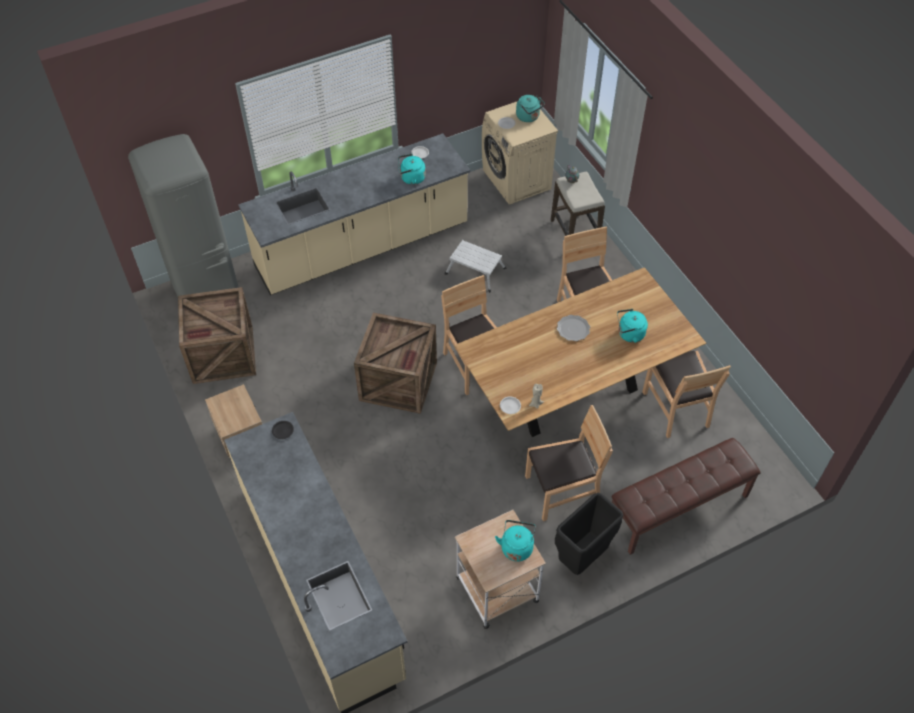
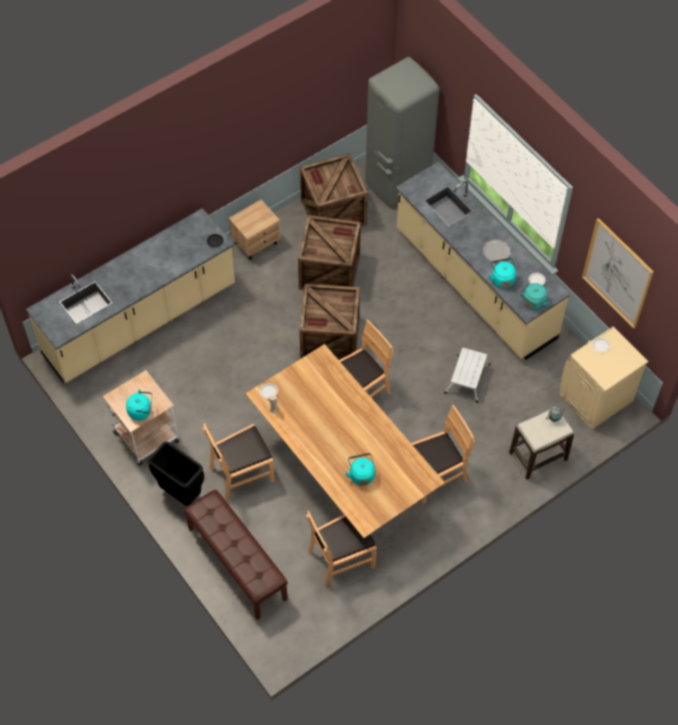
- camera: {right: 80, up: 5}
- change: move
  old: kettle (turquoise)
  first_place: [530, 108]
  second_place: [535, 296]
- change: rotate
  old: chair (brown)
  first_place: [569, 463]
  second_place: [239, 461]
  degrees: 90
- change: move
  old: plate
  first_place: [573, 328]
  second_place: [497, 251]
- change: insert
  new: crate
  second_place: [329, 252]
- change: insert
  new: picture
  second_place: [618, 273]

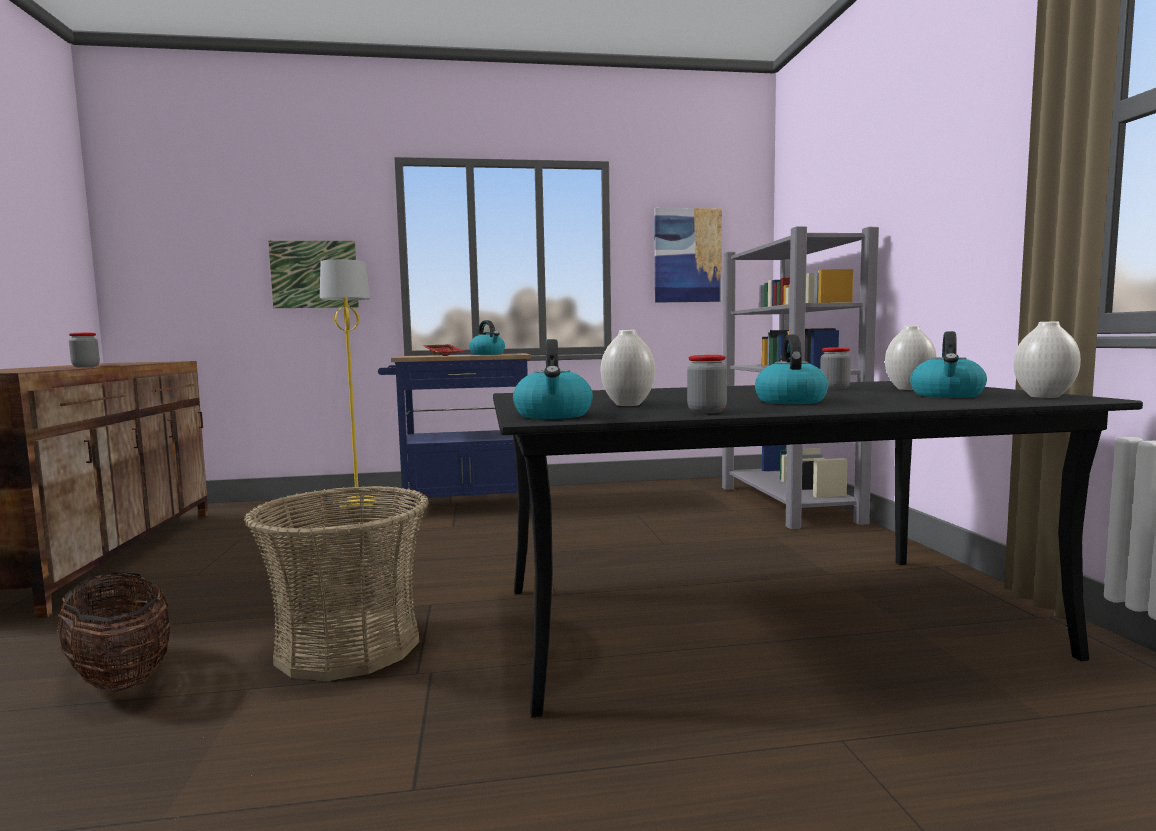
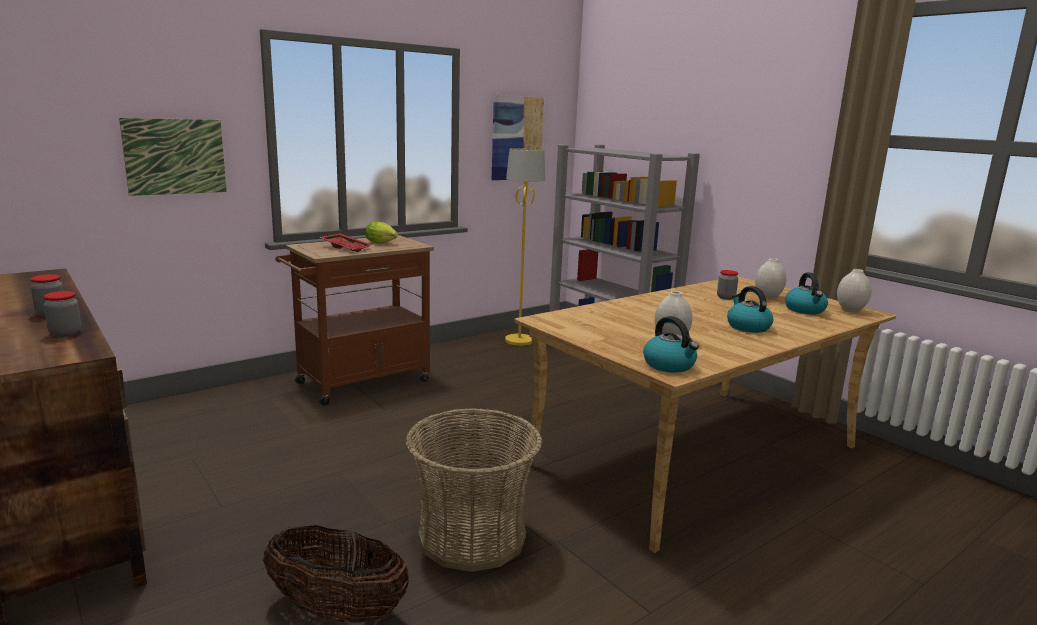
- camera: {right: -30, up: 10}
- change: move
  old: floor lamp (yellow)
  first_place: [348, 383]
  second_place: [525, 247]
- change: recolor
  old: cart (blue)
  new: cart (brown)
  first_place: [454, 433]
  second_place: [354, 320]
- change: replace
  old: kettle
  new: lettuce
  first_place: [487, 337]
  second_place: [381, 232]
- change: recolor
  old: dining table (black)
  new: dining table (beige)
  first_place: [818, 549]
  second_place: [705, 414]
- change: move
  old: jar
  first_place: [707, 384]
  second_place: [62, 314]

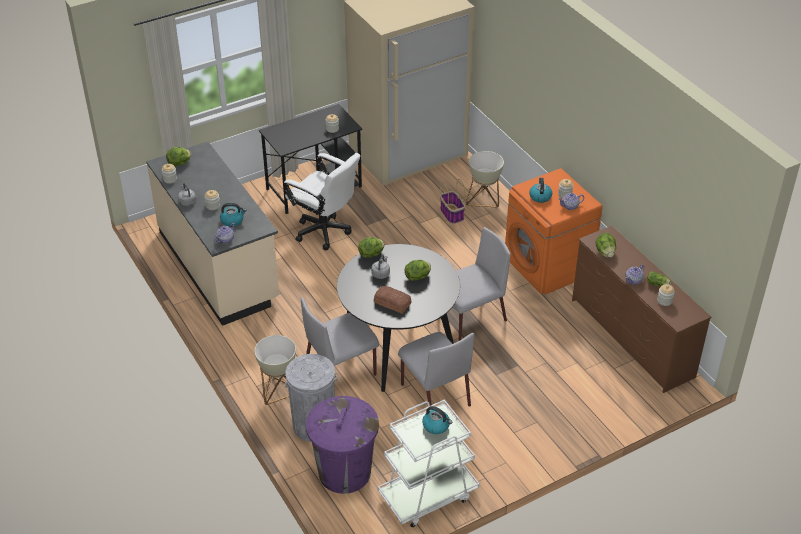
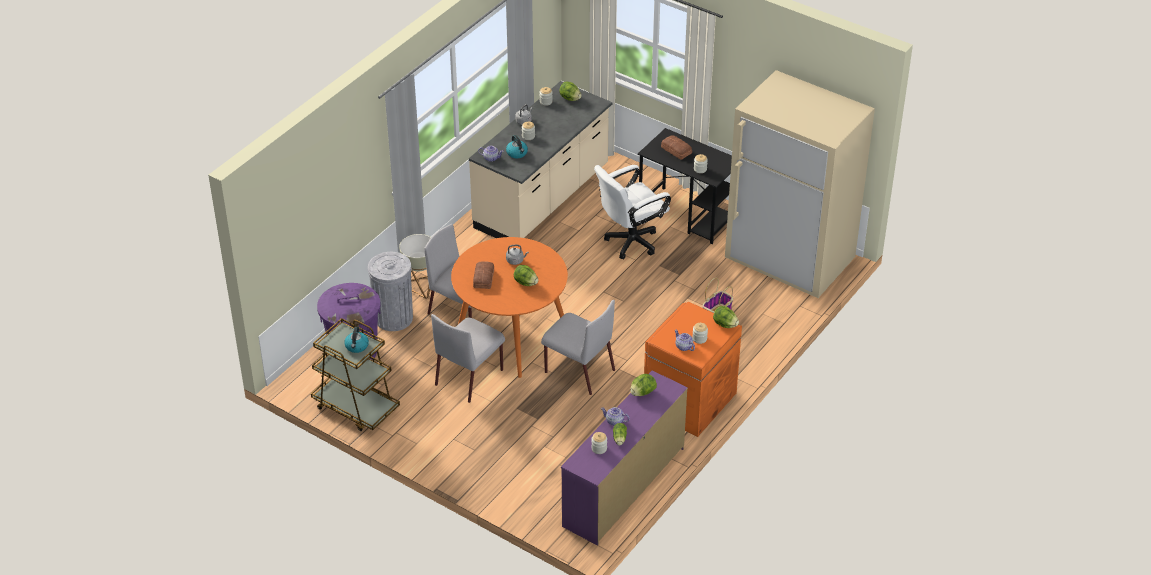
- camera: {right: 65, up: 0}
- change: rotate
  old: office chair (white)
  first_place: [321, 201]
  second_place: [632, 212]
  degrees: 45
- change: recolor
  old: dining table (black)
  new: dining table (orange)
  first_place: [398, 318]
  second_place: [509, 307]
- change: move
  old: lettuce
  first_place: [371, 247]
  second_place: [726, 317]
- change: recolor
  old: cart (white)
  new: cart (brown)
  first_place: [429, 463]
  second_place: [355, 374]
- change: delete
  old: planter
  first_place: [485, 179]
- change: delete
  old: kettle
  first_place: [540, 190]
- change: recolor
  old: dresser (brown)
  new: dresser (purple)
  first_place: [641, 309]
  second_place: [624, 458]
- change: insert
  new: bread
  second_place: [676, 147]

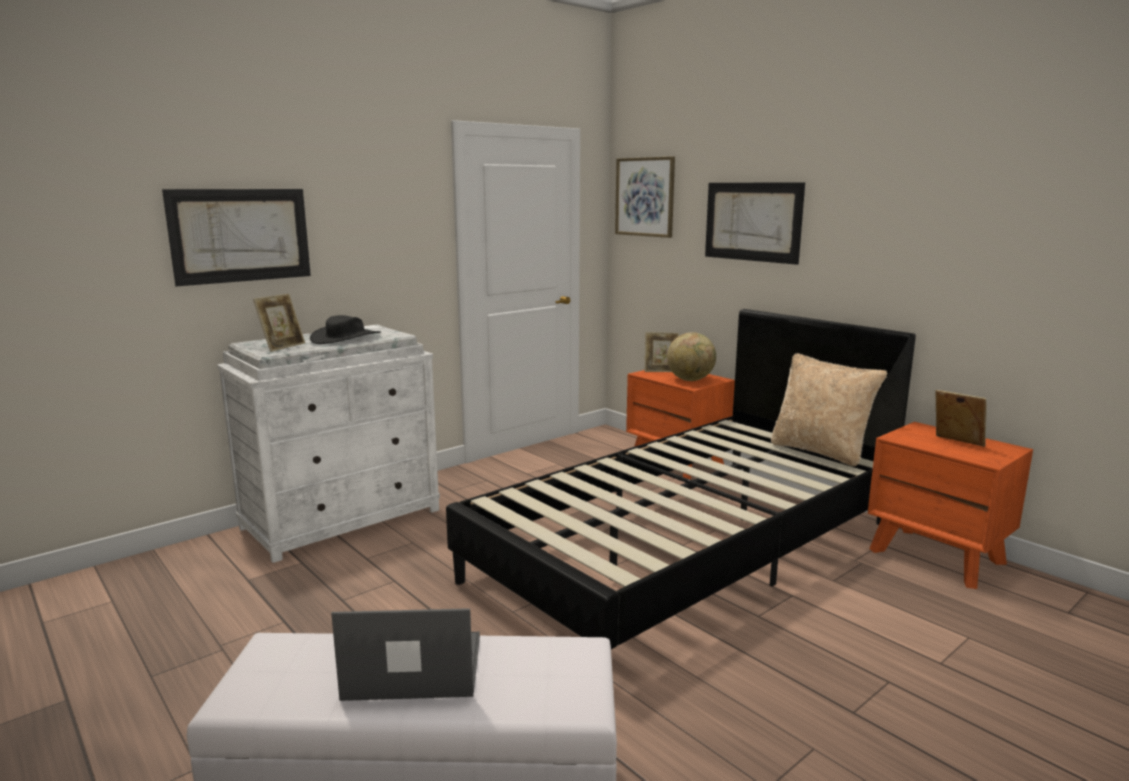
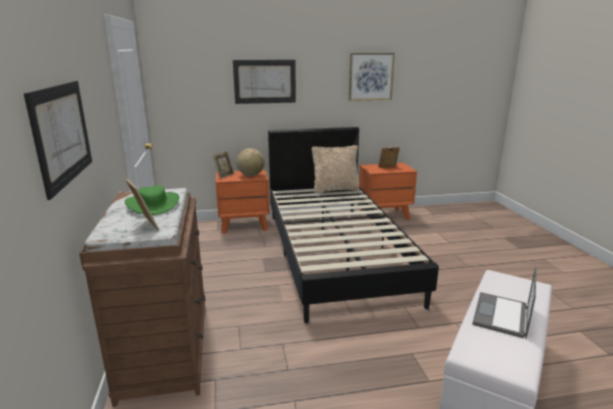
- camera: {right: -60, up: 5}
- change: recolor
  old: dresser (white)
  new: dresser (brown)
  first_place: [328, 444]
  second_place: [142, 297]
- change: recolor
  old: hat (black)
  new: hat (green)
  first_place: [345, 329]
  second_place: [152, 200]
- change: move
  old: picture
  first_place: [645, 197]
  second_place: [372, 77]

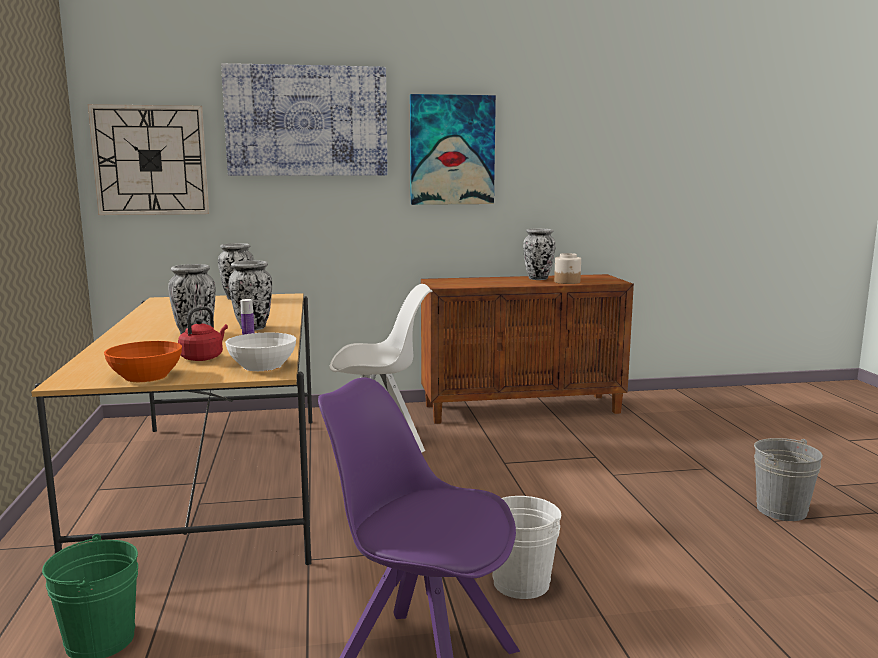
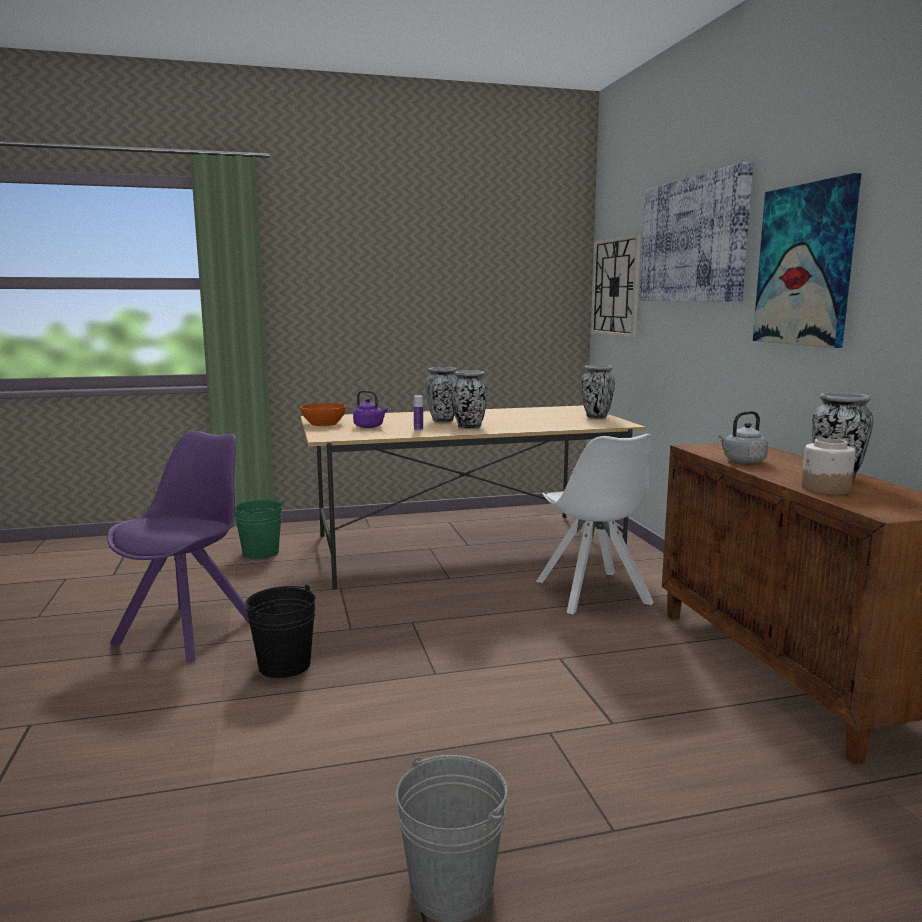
- camera: {right: 85, up: 0}
- change: recolor
  old: kettle (red)
  new: kettle (purple)
  first_place: [203, 334]
  second_place: [370, 409]
- change: delete
  old: bowl (white)
  first_place: [260, 351]
- change: recolor
  old: bucket (white)
  new: bucket (black)
  first_place: [526, 547]
  second_place: [280, 631]
- change: insert
  new: kettle (grey)
  second_place: [743, 437]

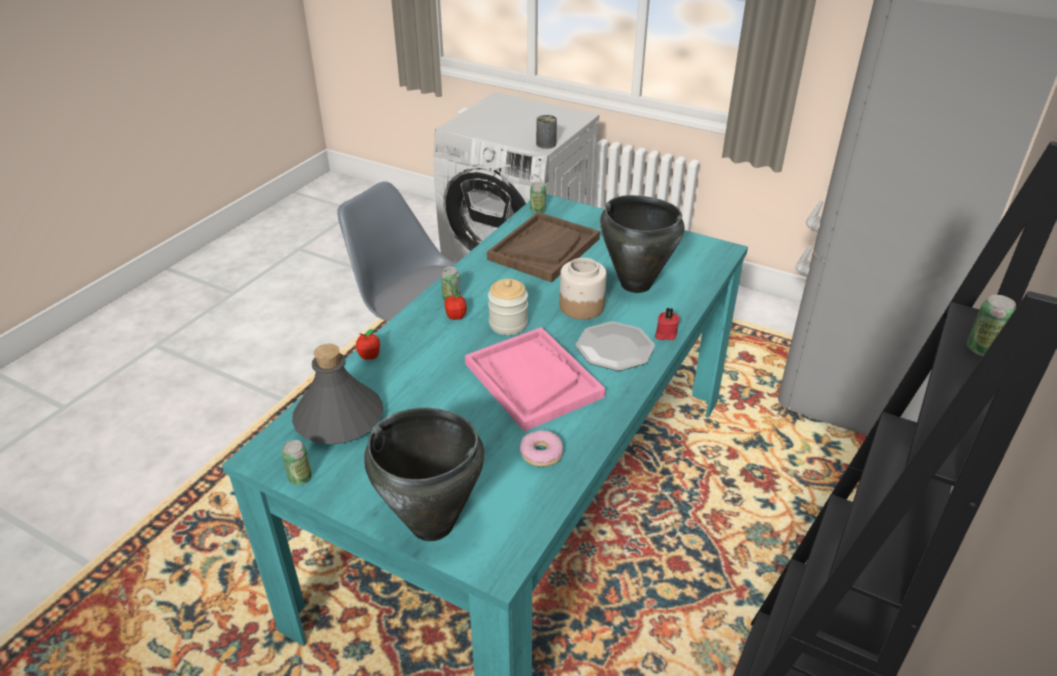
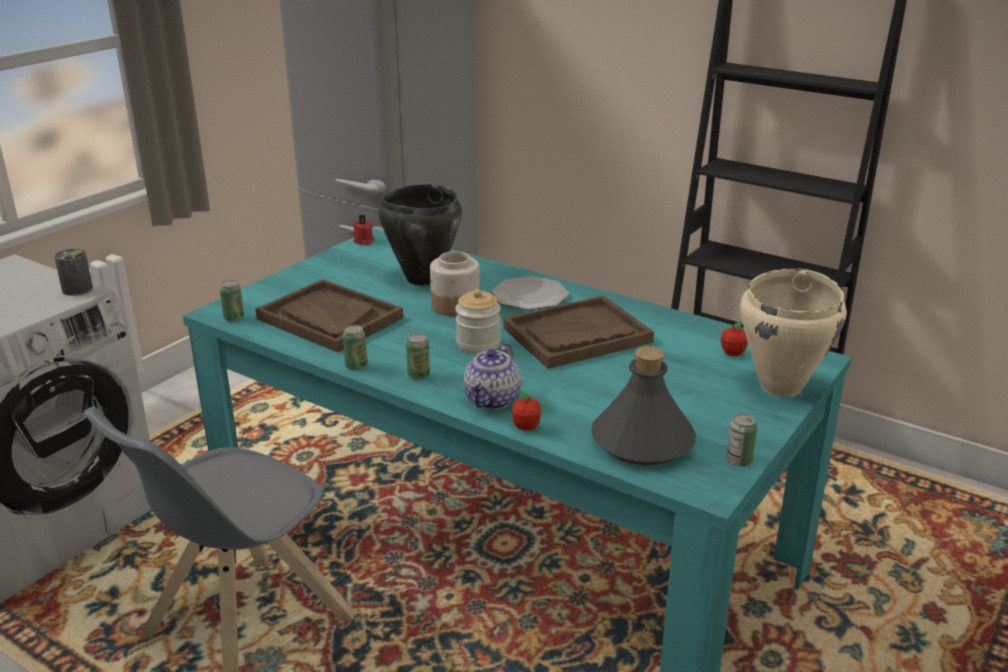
- camera: {right: -85, up: -10}
- change: recolor
  old: cooking pot (black)
  new: cooking pot (beige)
  first_place: [424, 474]
  second_place: [793, 332]
- change: move
  old: apple
  first_place: [455, 304]
  second_place: [734, 338]
- change: recolor
  old: tray (pink)
  new: tray (brown)
  first_place: [535, 379]
  second_place: [578, 332]
- change: delete
  old: donut
  first_place: [541, 448]
- change: move
  old: candle (red)
  first_place: [667, 323]
  second_place: [363, 230]
- change: move
  old: can
  first_place: [991, 325]
  second_place: [355, 347]
- change: insert
  new: teapot
  second_place: [492, 376]

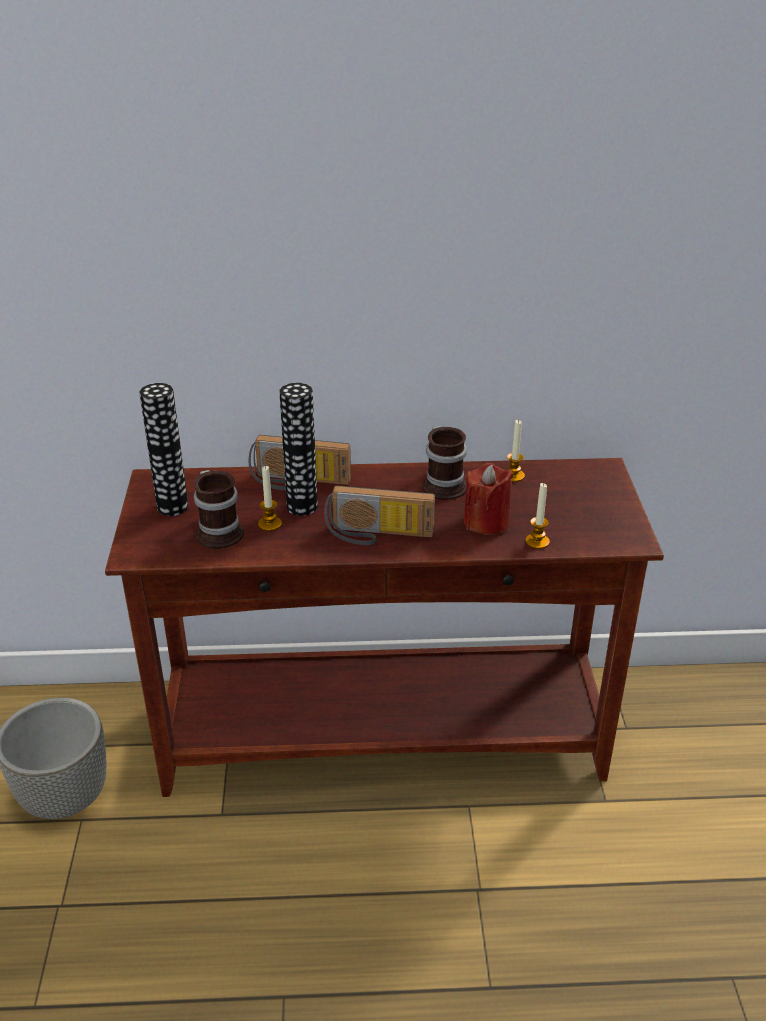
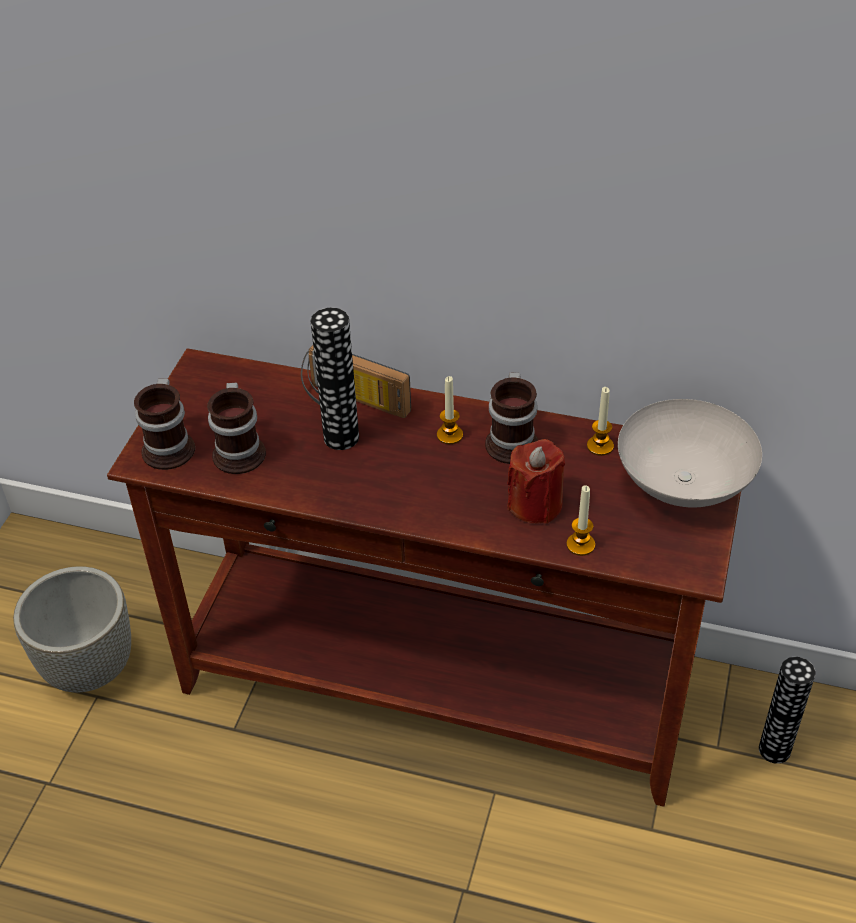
- camera: {right: 20, up: 10}
- change: move
  old: vase
  first_place: [163, 449]
  second_place: [787, 710]
- change: move
  old: candle
  first_place: [270, 498]
  second_place: [450, 410]
- change: delete
  old: radio
  first_place: [379, 515]
- change: insert
  new: mug
  second_place: [164, 424]
- change: insert
  new: bowl (white)
  second_place: [690, 453]

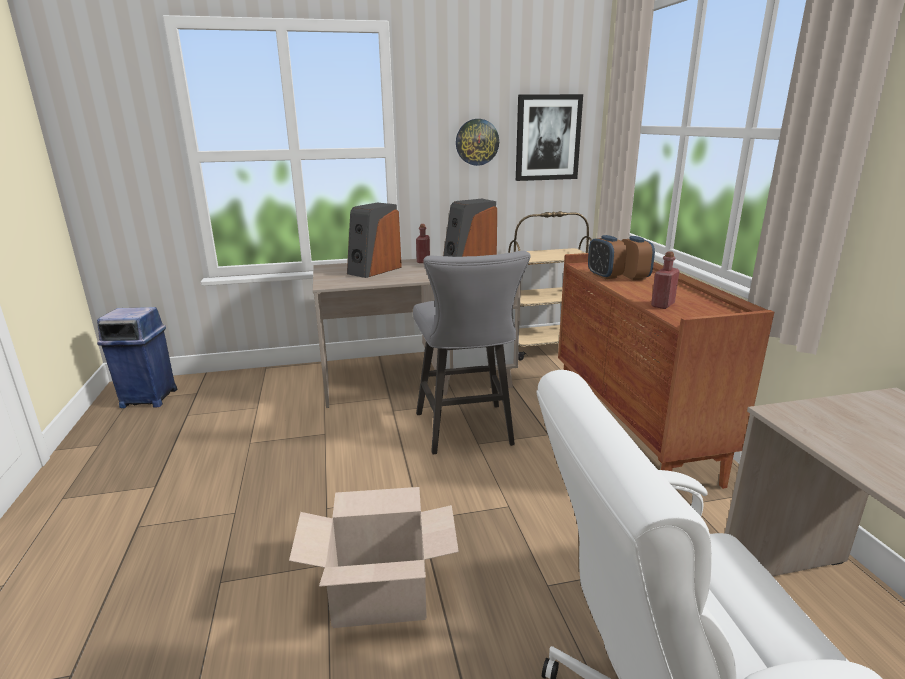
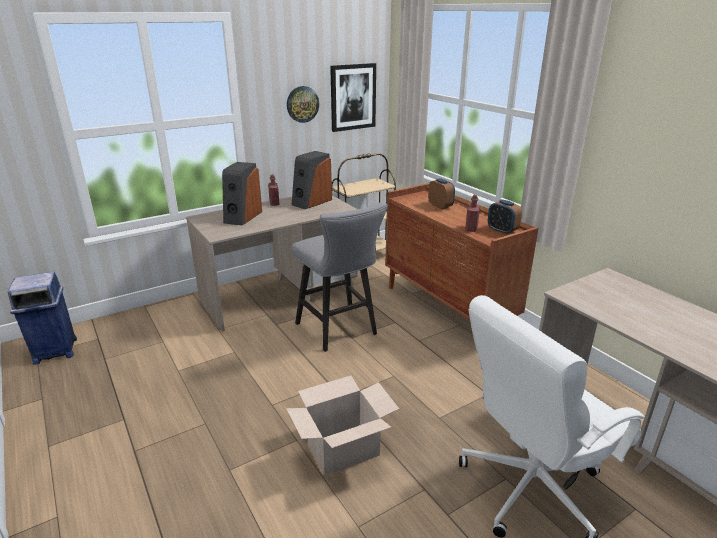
- camera: {right: -20, up: 5}
- change: move
  old: alarm clock
  first_place: [607, 257]
  second_place: [505, 217]

